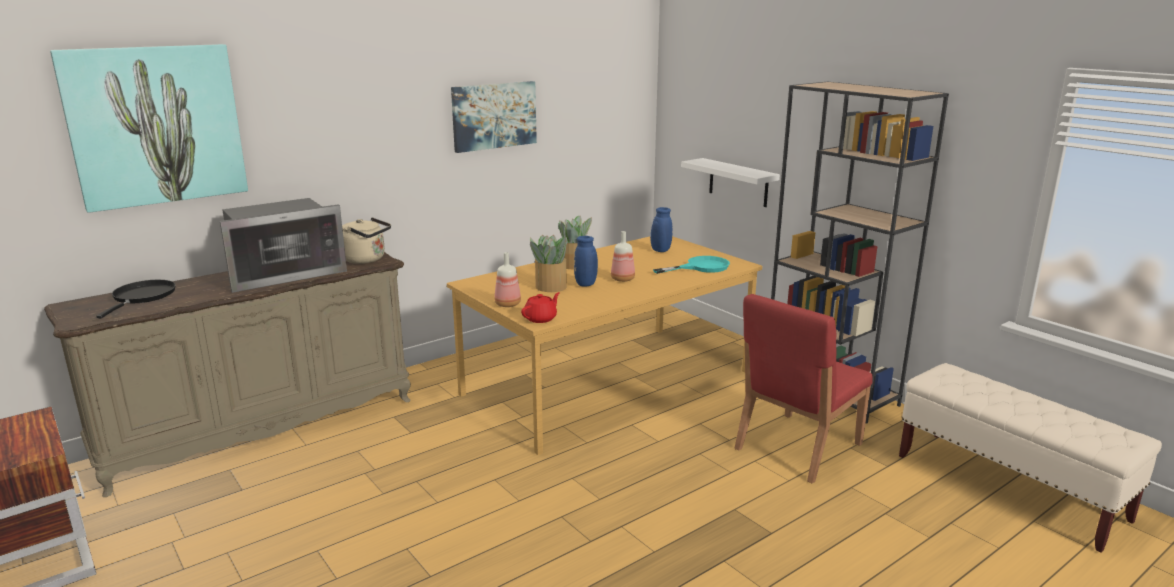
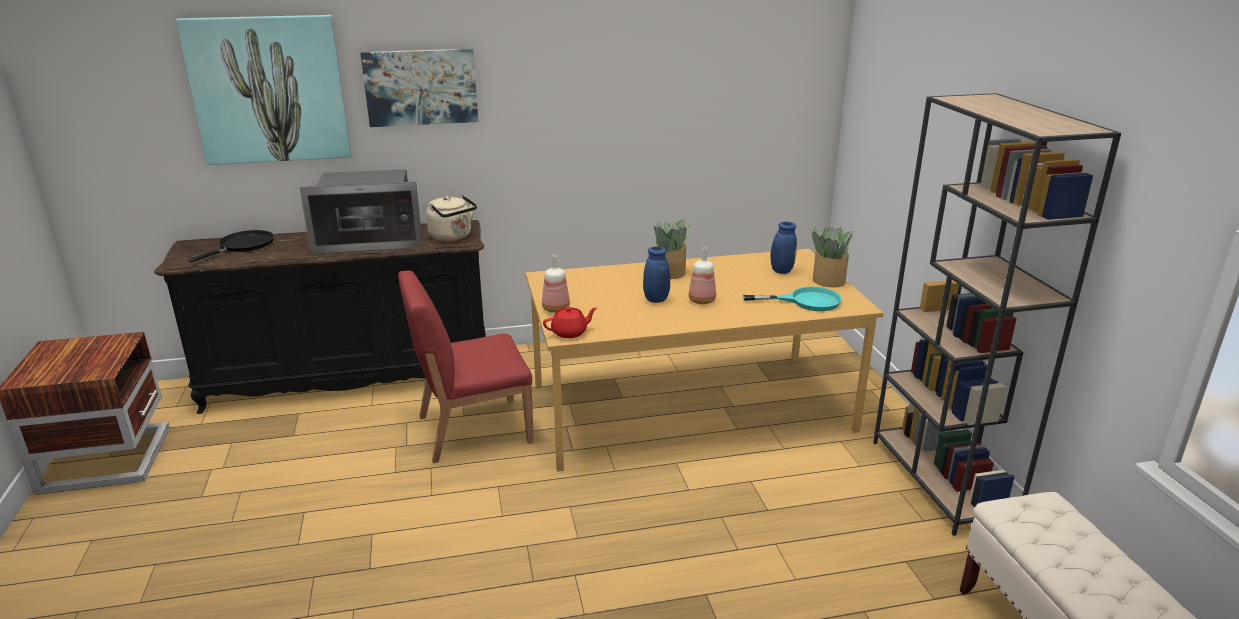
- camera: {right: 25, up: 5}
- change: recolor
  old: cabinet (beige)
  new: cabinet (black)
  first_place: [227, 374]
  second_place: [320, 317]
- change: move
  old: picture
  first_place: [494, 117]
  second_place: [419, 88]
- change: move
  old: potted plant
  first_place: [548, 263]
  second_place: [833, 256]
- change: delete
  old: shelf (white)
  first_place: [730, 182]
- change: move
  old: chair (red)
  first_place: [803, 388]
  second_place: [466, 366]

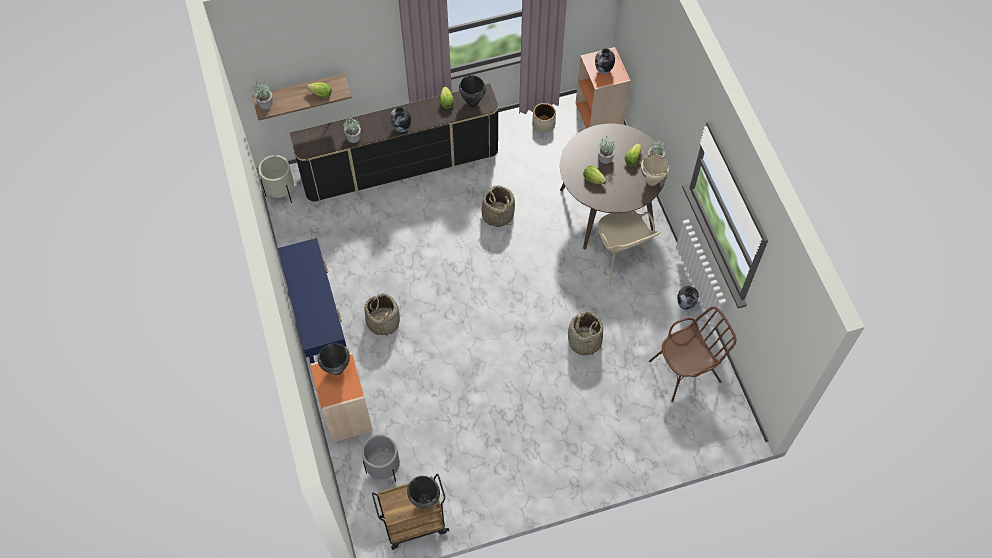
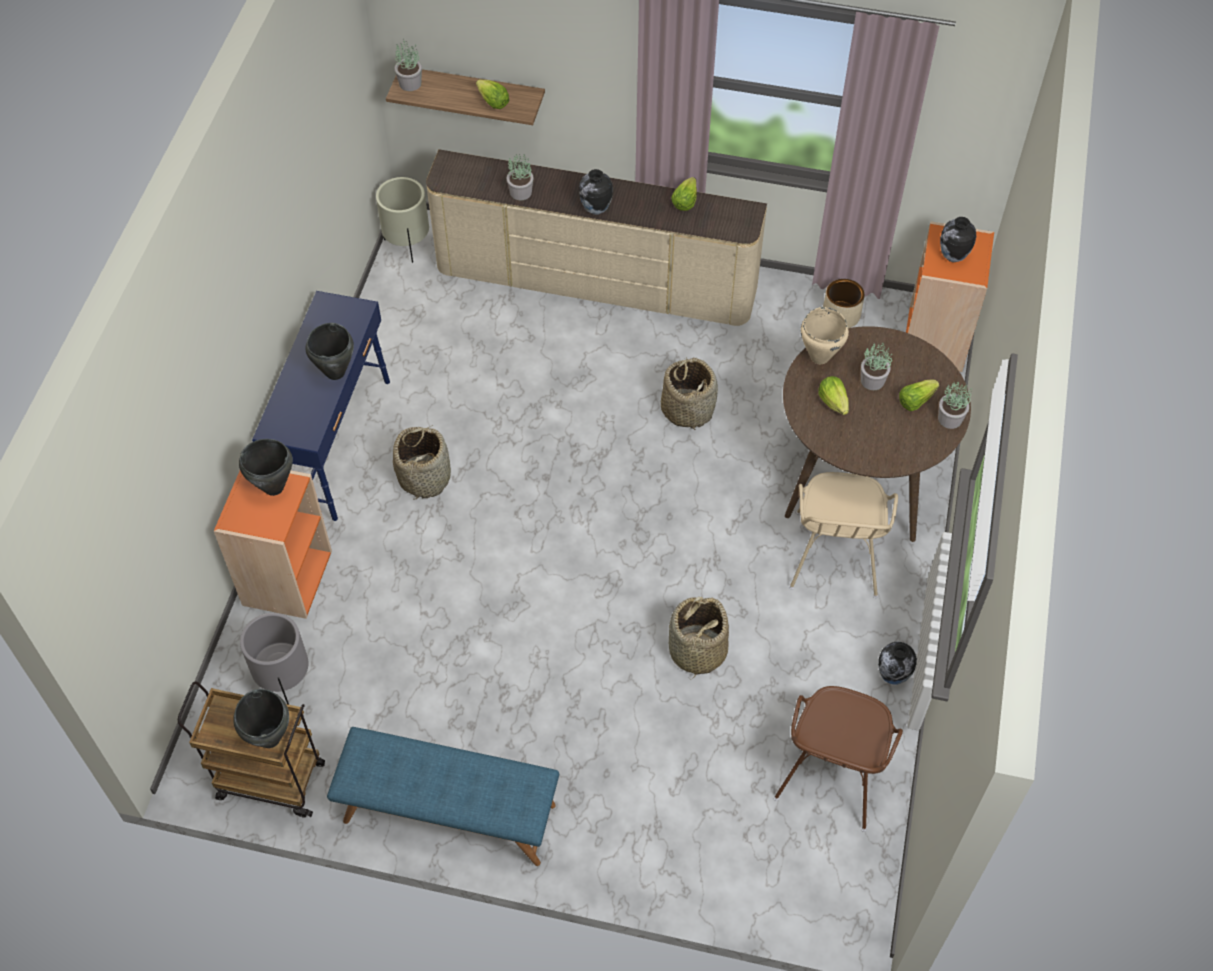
- camera: {right: 30, up: -5}
- change: recolor
  old: cabinet (black)
  new: cabinet (beige)
  first_place: [393, 142]
  second_place: [596, 237]
- change: move
  old: cooking pot (black)
  first_place: [472, 91]
  second_place: [330, 351]
- change: move
  old: cooking pot (beige)
  first_place: [655, 170]
  second_place: [825, 335]
- change: rotate
  old: chair (brown)
  first_place: [692, 354]
  second_place: [838, 759]
  degrees: 105
- change: insert
  new: bench (blue)
  second_place: [443, 796]

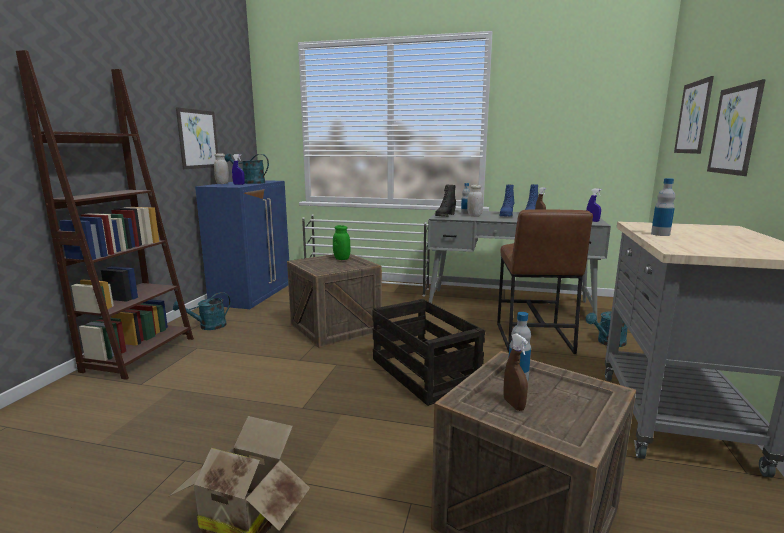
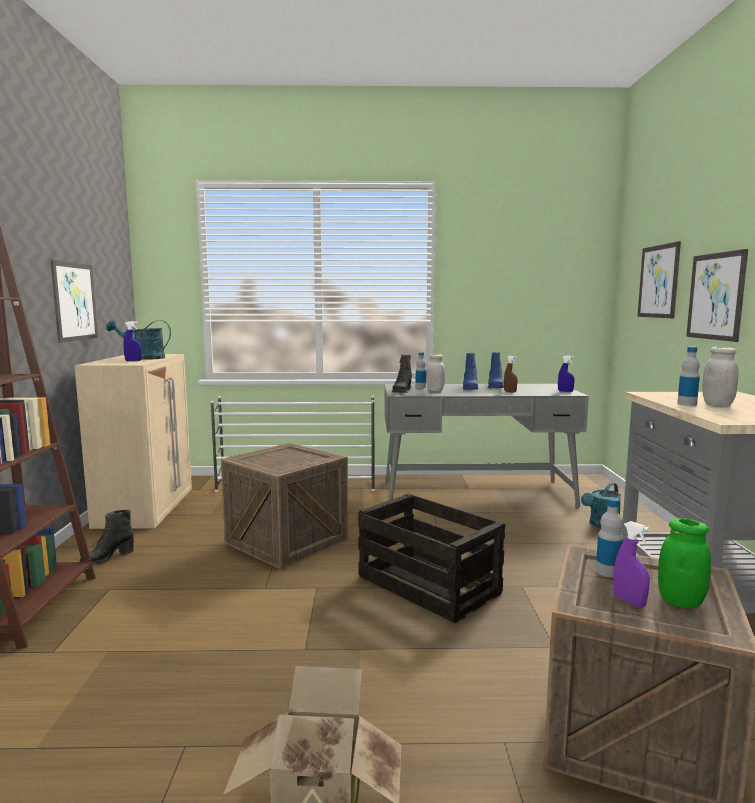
- camera: {right: -15, up: -5}
- change: replace
  old: watering can (turquoise)
  new: boot (black)
  first_place: [201, 311]
  second_place: [107, 537]
- change: recolor
  old: cabinet (blue)
  new: cabinet (beige)
  first_place: [242, 244]
  second_place: [133, 441]
- change: move
  old: jar (white)
  first_place: [221, 168]
  second_place: [720, 376]
- change: move
  old: jar (green)
  first_place: [341, 242]
  second_place: [684, 563]
- change: delete
  old: chair (brown)
  first_place: [545, 282]
- change: recolor
  old: spray bottle (brown)
  new: spray bottle (purple)
  first_place: [515, 372]
  second_place: [632, 564]

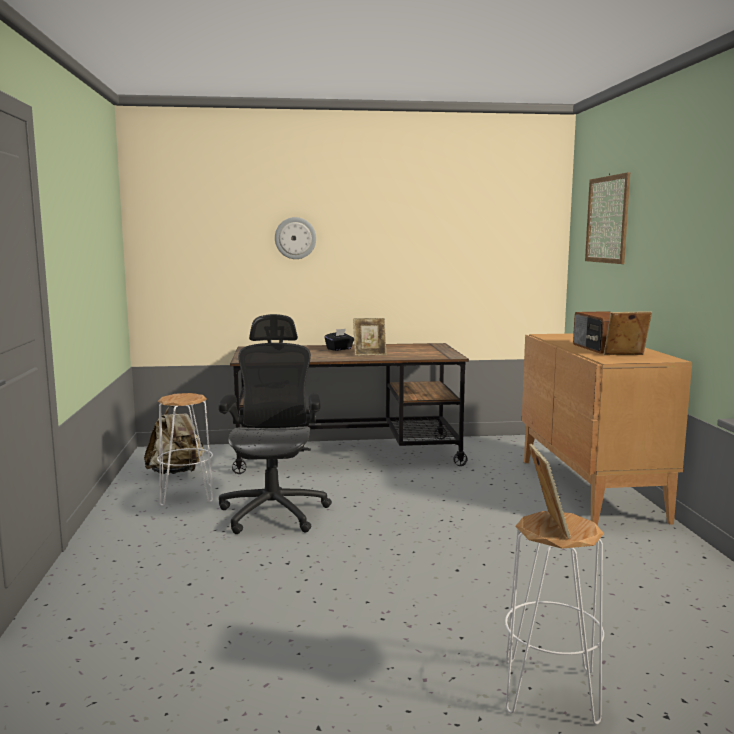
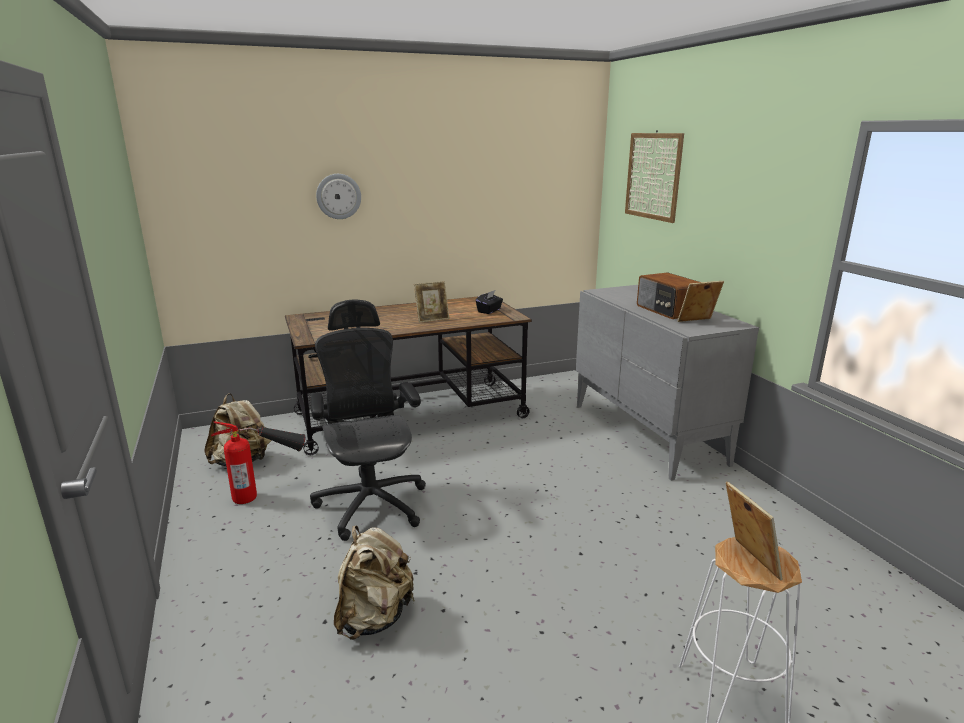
- camera: {right: -15, up: 10}
- change: replace
  old: stool (white)
  new: fire extinguisher
  first_place: [185, 449]
  second_place: [258, 463]
- change: move
  old: tissue box (black)
  first_place: [339, 340]
  second_place: [489, 302]
- change: recolor
  old: cabinet (brown)
  new: cabinet (grey)
  first_place: [607, 429]
  second_place: [667, 383]
- change: insert
  new: backpack (beige)
  second_place: [374, 582]

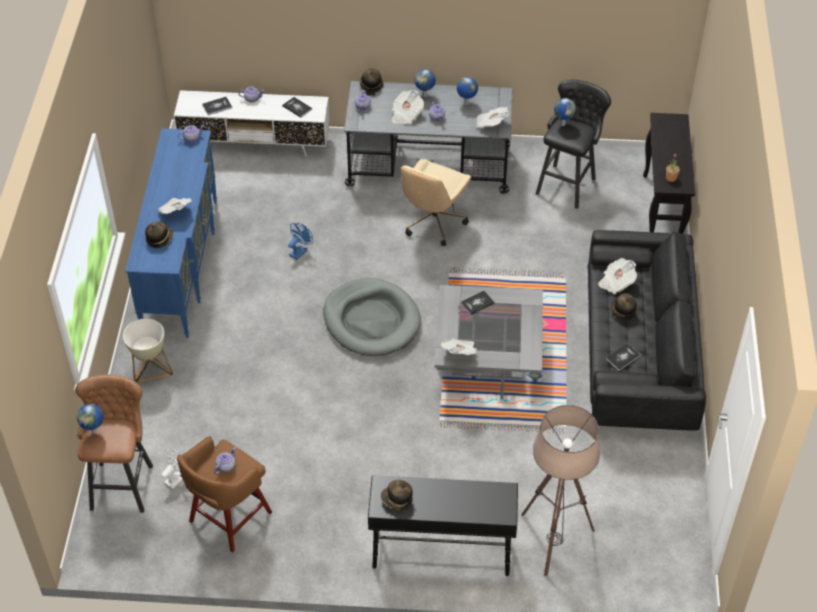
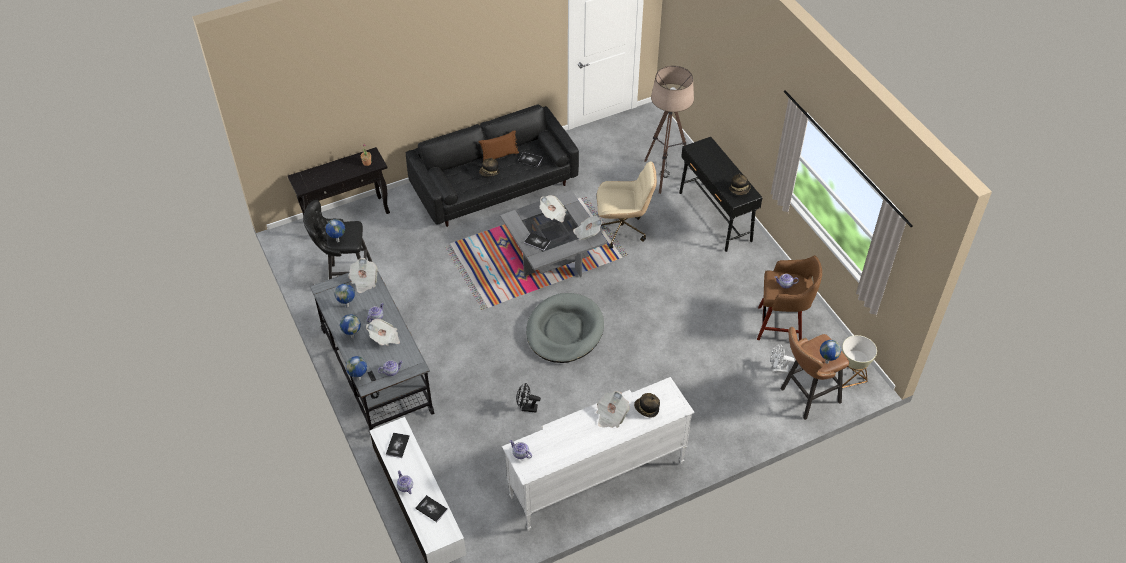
- camera: {right: -120, up: 0}
- change: move
  old: planter
  first_place: [148, 350]
  second_place: [859, 361]
- change: recolor
  old: cabinet (blue)
  new: cabinet (white)
  first_place: [171, 233]
  second_place: [598, 454]
- change: recolor
  old: fan (blue)
  new: fan (black)
  first_place: [300, 241]
  second_place: [528, 398]
- change: replace
  old: hat
  new: globe
  first_place: [371, 80]
  second_place: [356, 368]
- change: move
  old: office chair (beige)
  first_place: [435, 202]
  second_place: [627, 204]
- change: move
  old: newspaper
  first_place: [617, 276]
  second_place: [553, 208]
- change: insert
  new: pillow (brown)
  second_place: [499, 145]

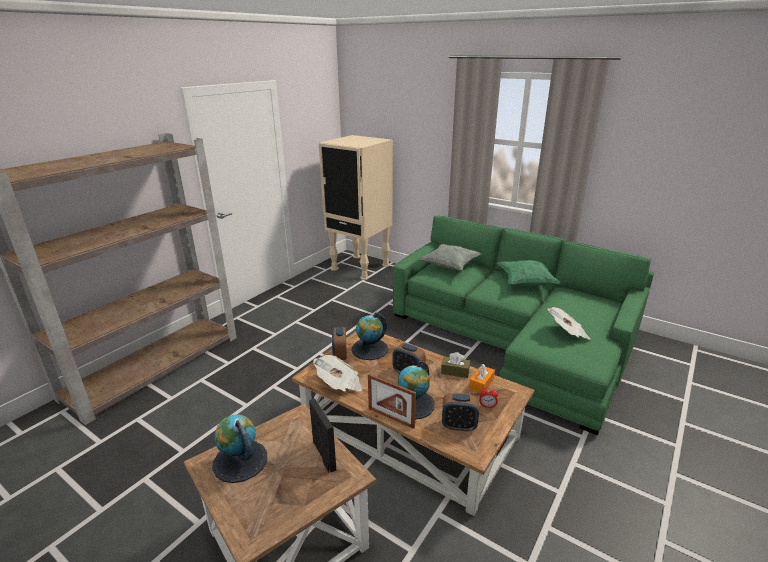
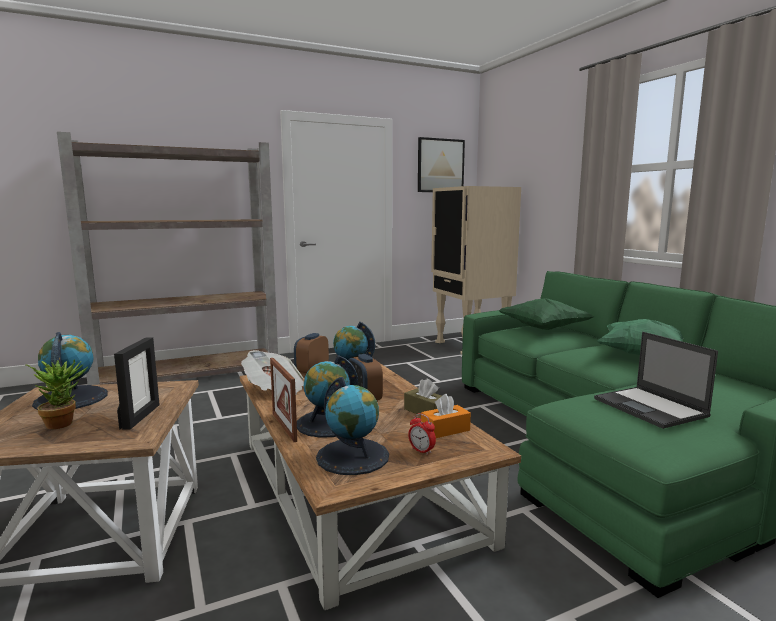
- camera: {right: 30, up: -15}
- change: recolor
  old: pillow (grey)
  new: pillow (green)
  first_place: [450, 257]
  second_place: [546, 314]
- change: replace
  old: alarm clock
  new: globe
  first_place: [460, 412]
  second_place: [352, 426]
- change: replace
  old: newspaper
  new: laptop
  first_place: [569, 323]
  second_place: [656, 380]
- change: insert
  new: potted plant
  second_place: [57, 394]
- change: insert
  new: picture
  second_place: [441, 164]

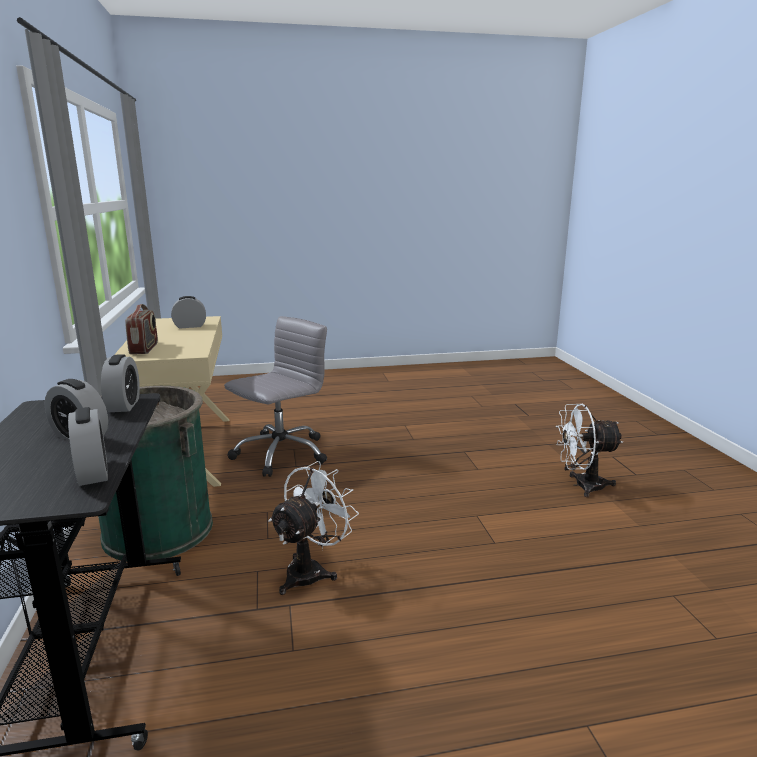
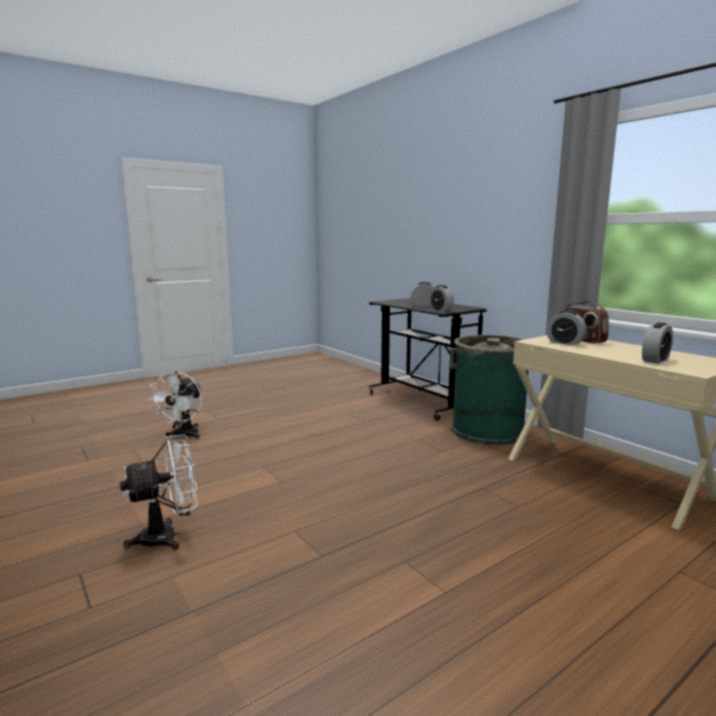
- camera: {right: 155, up: -5}
- change: move
  old: alarm clock
  first_place: [88, 446]
  second_place: [566, 328]
- change: delete
  old: office chair (grey)
  first_place: [275, 396]
- change: move
  old: fan (white)
  first_place: [313, 528]
  second_place: [175, 405]

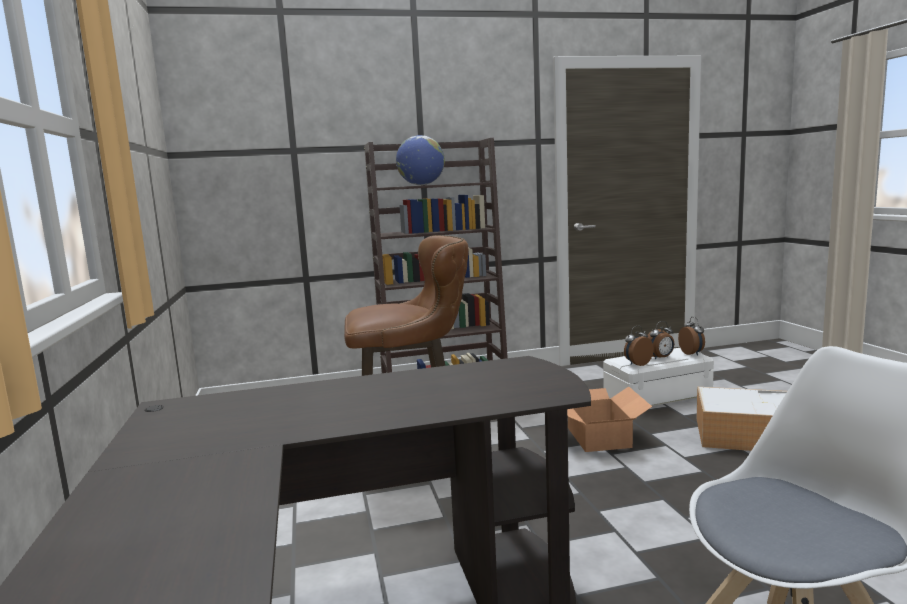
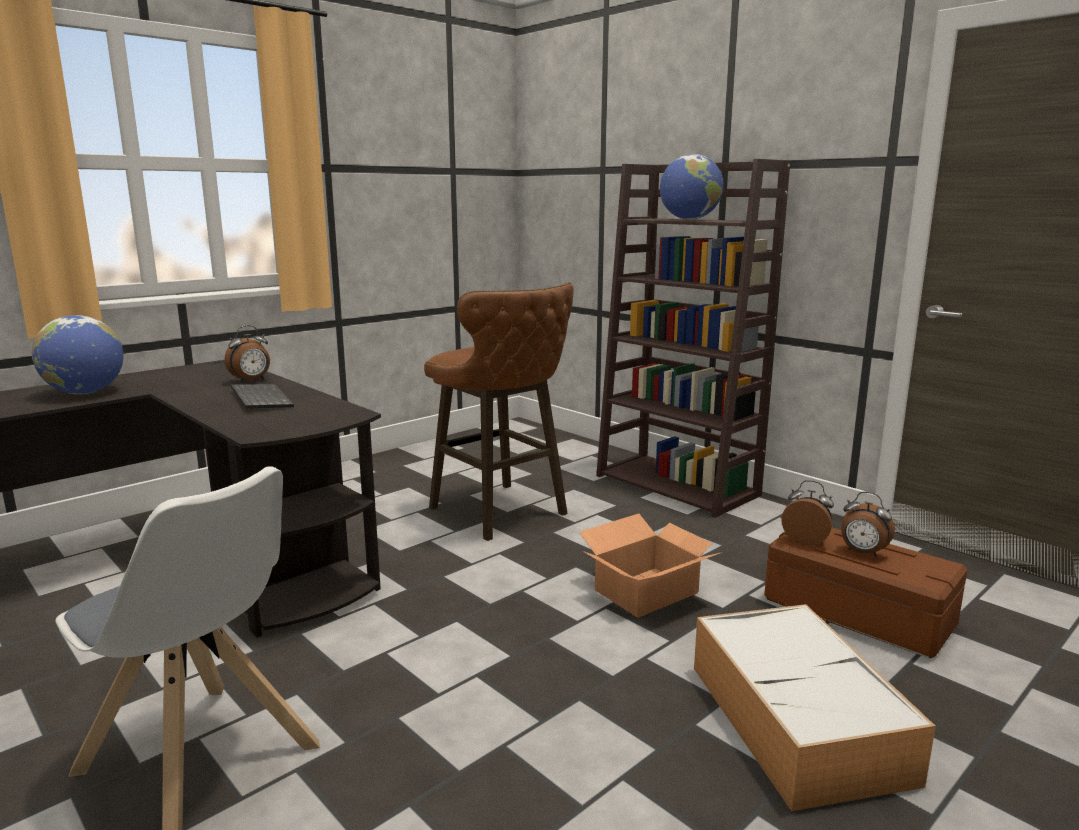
- camera: {right: 60, up: 5}
- change: recolor
  old: storage box (white)
  new: storage box (brown)
  first_place: [658, 377]
  second_place: [865, 593]
- change: move
  old: alarm clock
  first_place: [691, 336]
  second_place: [247, 354]
- change: insert
  new: globe
  second_place: [77, 354]
- change: insert
  new: keyboard
  second_place: [262, 396]

